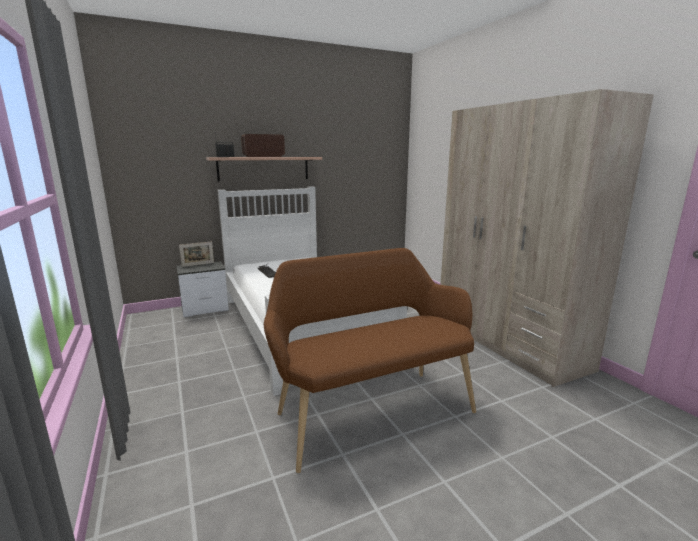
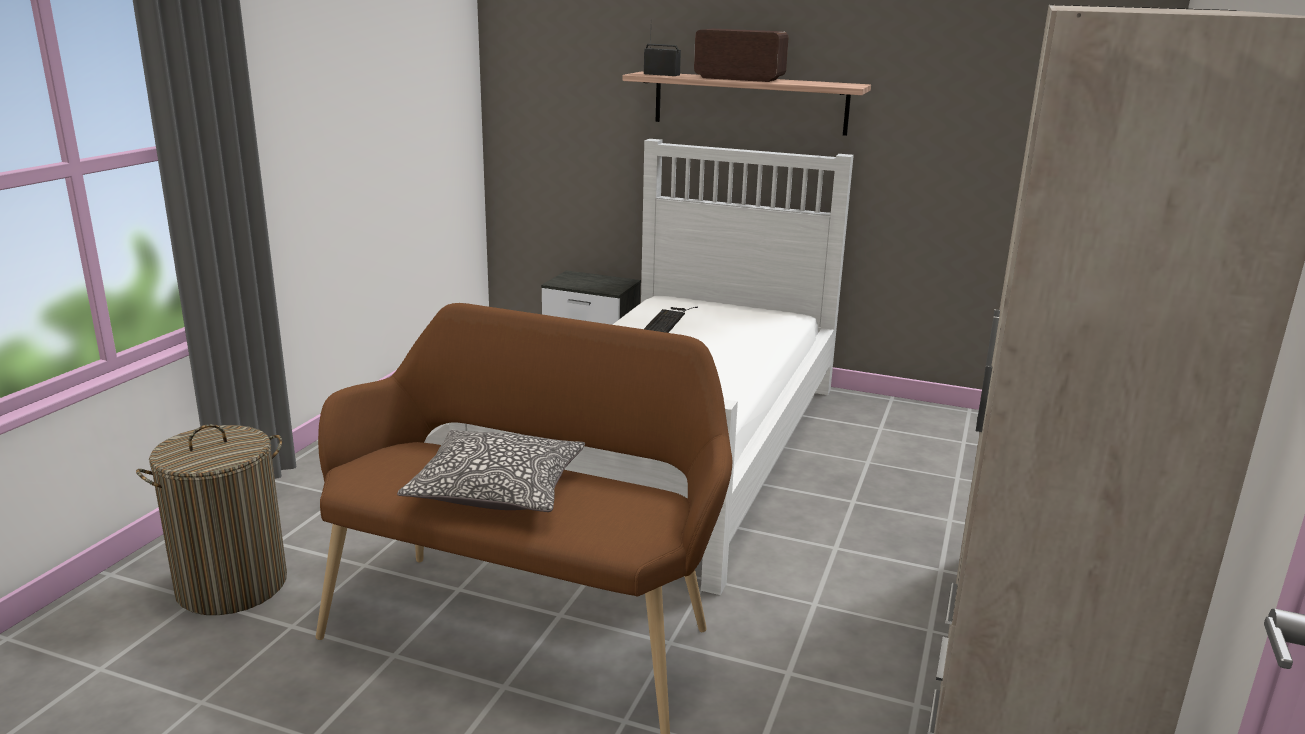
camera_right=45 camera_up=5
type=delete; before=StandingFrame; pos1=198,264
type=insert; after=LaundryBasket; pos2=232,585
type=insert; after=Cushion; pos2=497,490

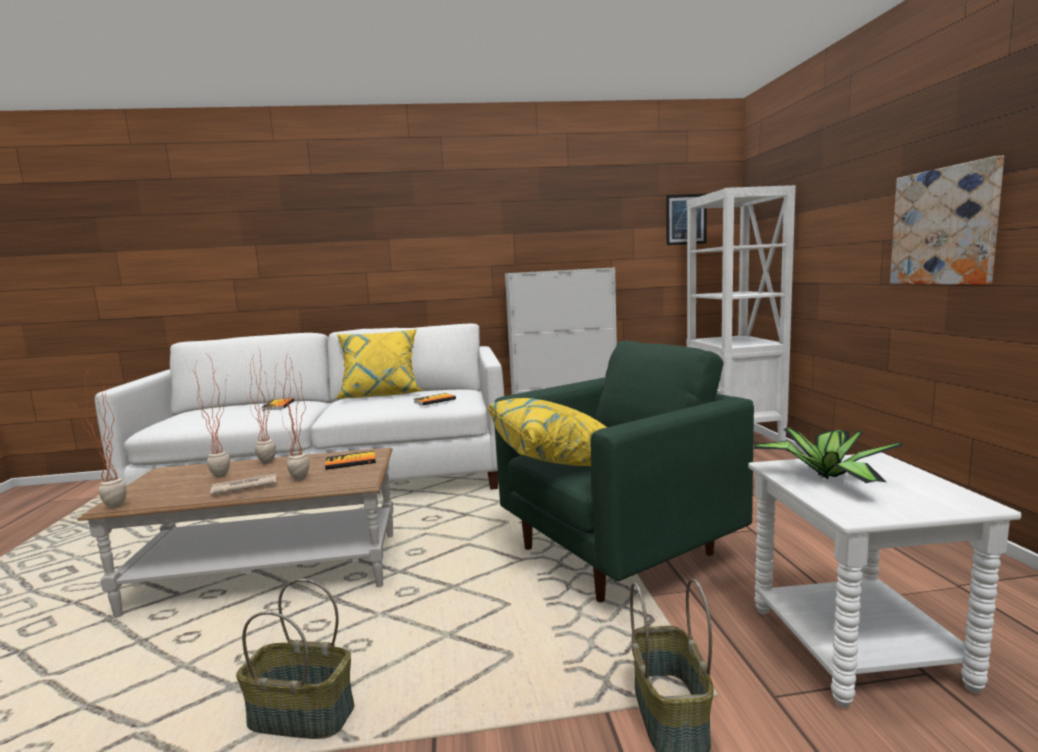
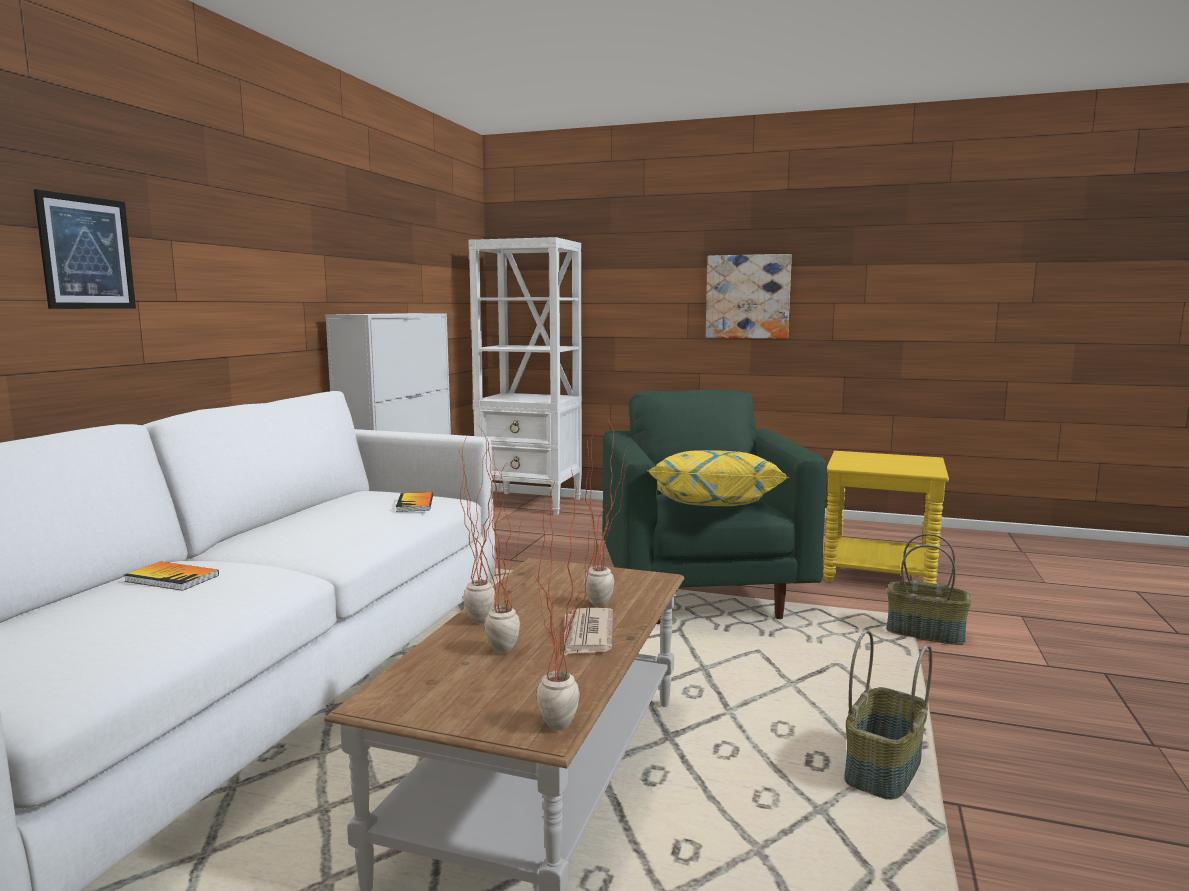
camera_right=-65 camera_up=0
type=move; before=WallArt; pos1=686,219; pos2=87,253
type=delete; before=YellowishCushion; pos1=381,394
type=delete; before=Houseplant; pos1=824,476
type=delete; before=BoundBook; pos1=350,462
type=recolor; before=WhitishAccentTable; after=YellowishAccentTable; pos1=858,647; pos2=879,573

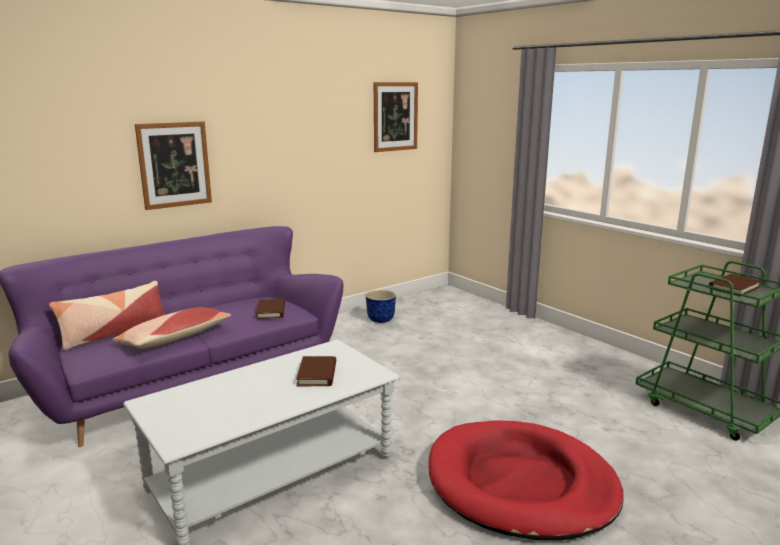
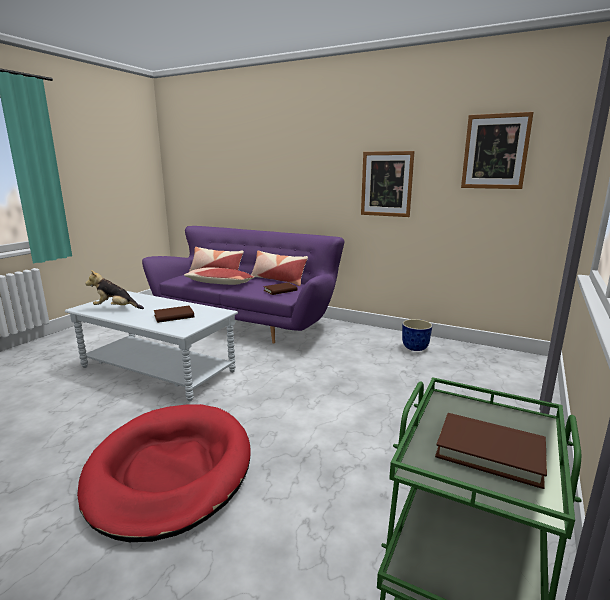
camera_right=65 camera_up=0
type=move; before=WallArt; pos1=174,165; pos2=386,184
type=insert; after=Cushion; pos2=278,280
type=insert; after=SoftToy; pos2=116,308

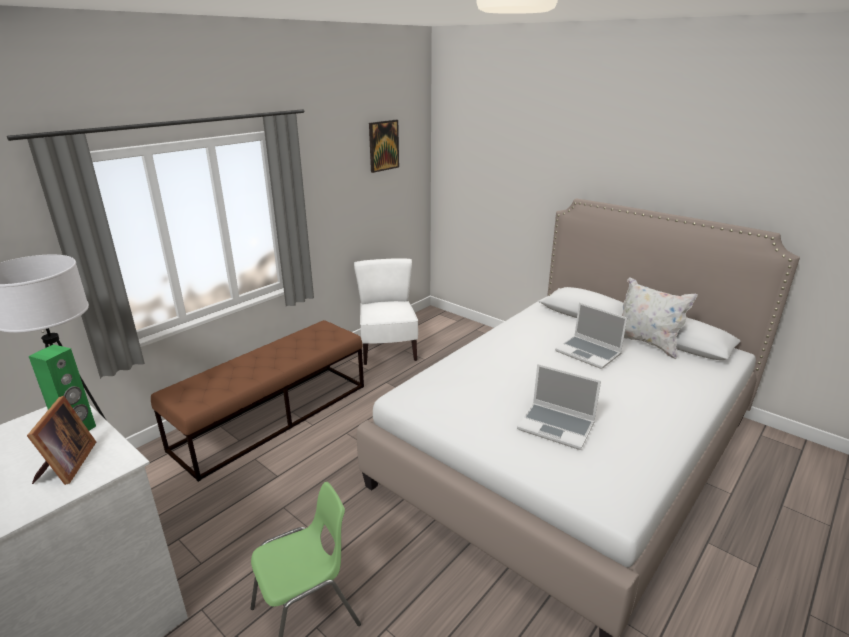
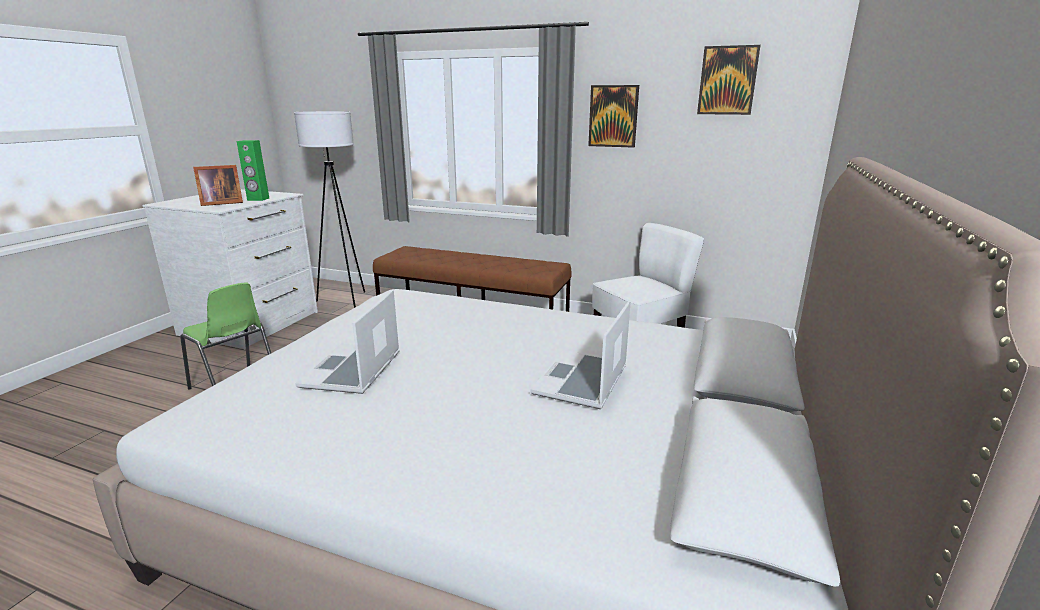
camera_right=70 camera_up=-5
type=delete; before=WhitishCushion; pos1=646,344
type=insert; after=WallArt; pos2=613,116

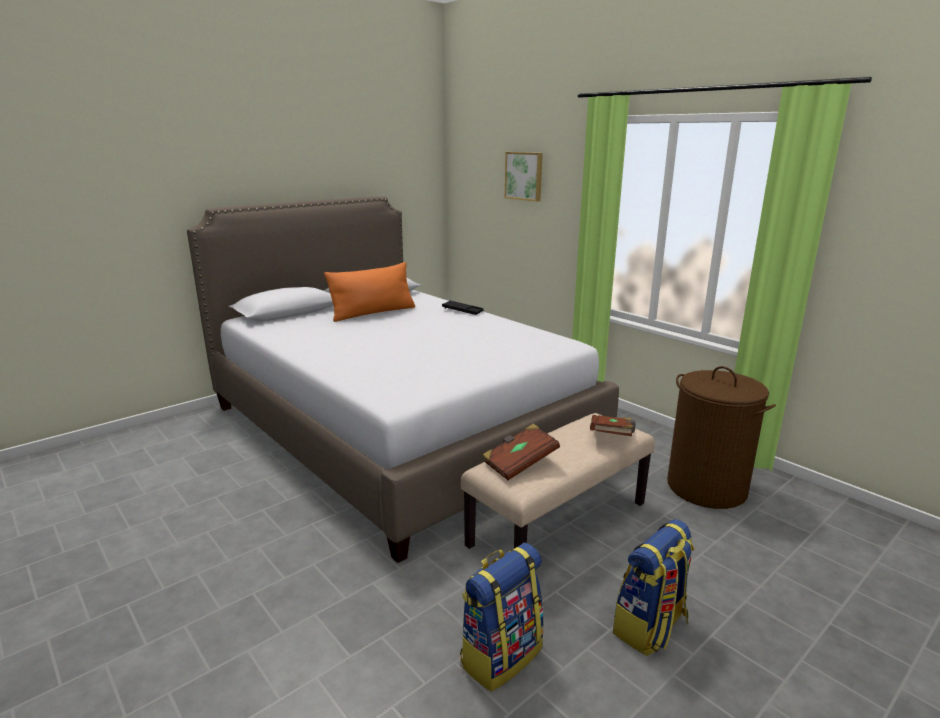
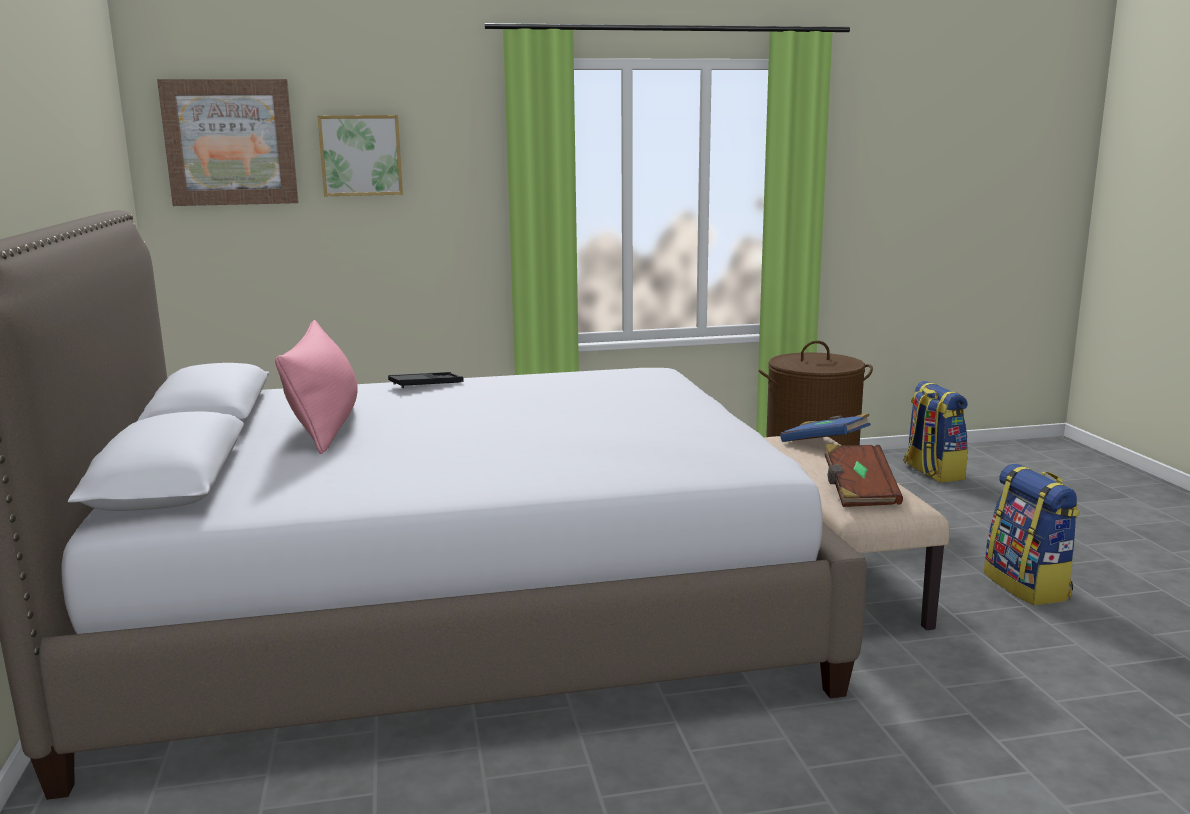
camera_right=-60 camera_up=-5
type=recolor; before=OrangeCushion; after=PinkColouredCushion; pos1=373,313; pos2=325,426
type=recolor; before=BrownBoundBook; after=BlueBoundBook; pos1=611,436; pos2=824,444
type=move; before=Backpack; pos1=500,655; pos2=932,472
type=insert; after=WallArt; pos2=230,142

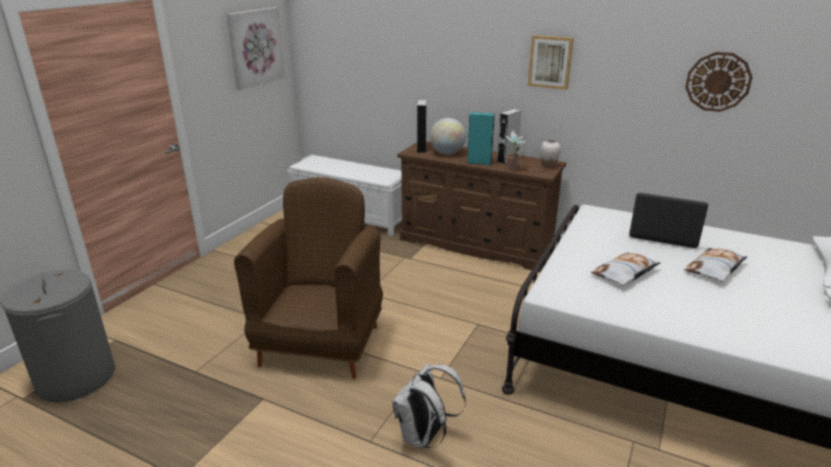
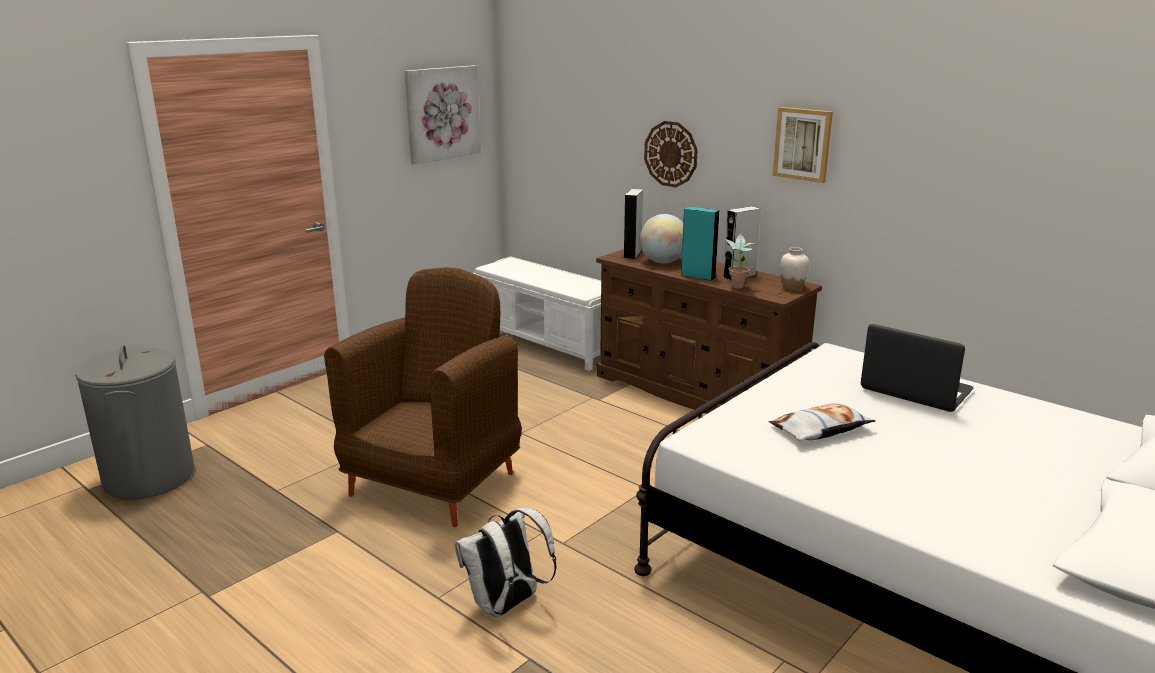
camera_right=15 camera_up=-5
type=move; before=ClockOnTheWall; pos1=718,82; pos2=671,154
type=delete; before=Cushion; pos1=715,269

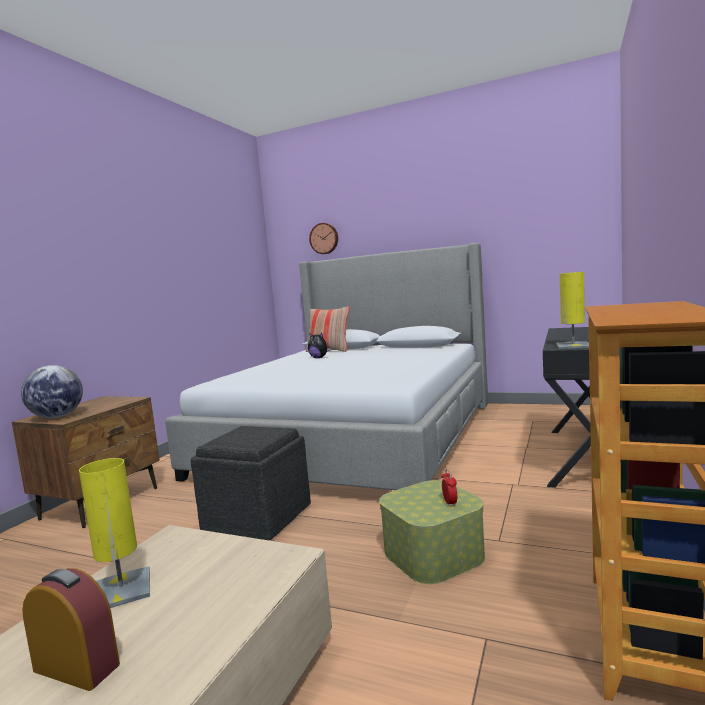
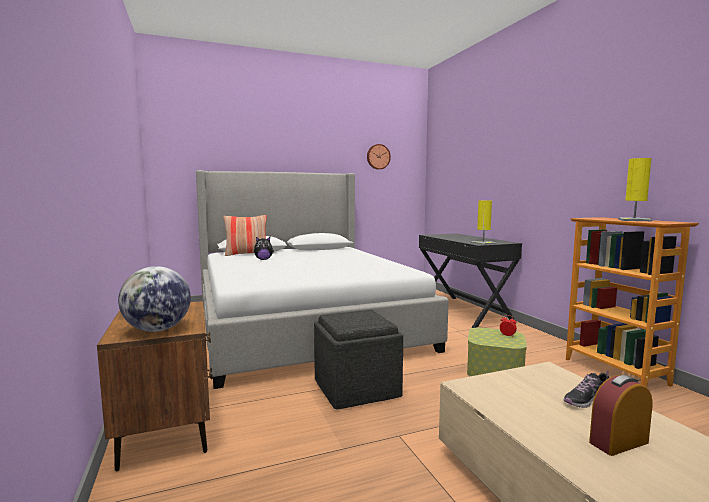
camera_right=-45 camera_up=0
type=move; before=ClockOnTheWall; pos1=324,238; pos2=378,156
type=move; before=YellowishLampForATable; pos1=121,590; pos2=634,220
type=insert; after=Shoe; pos2=586,400

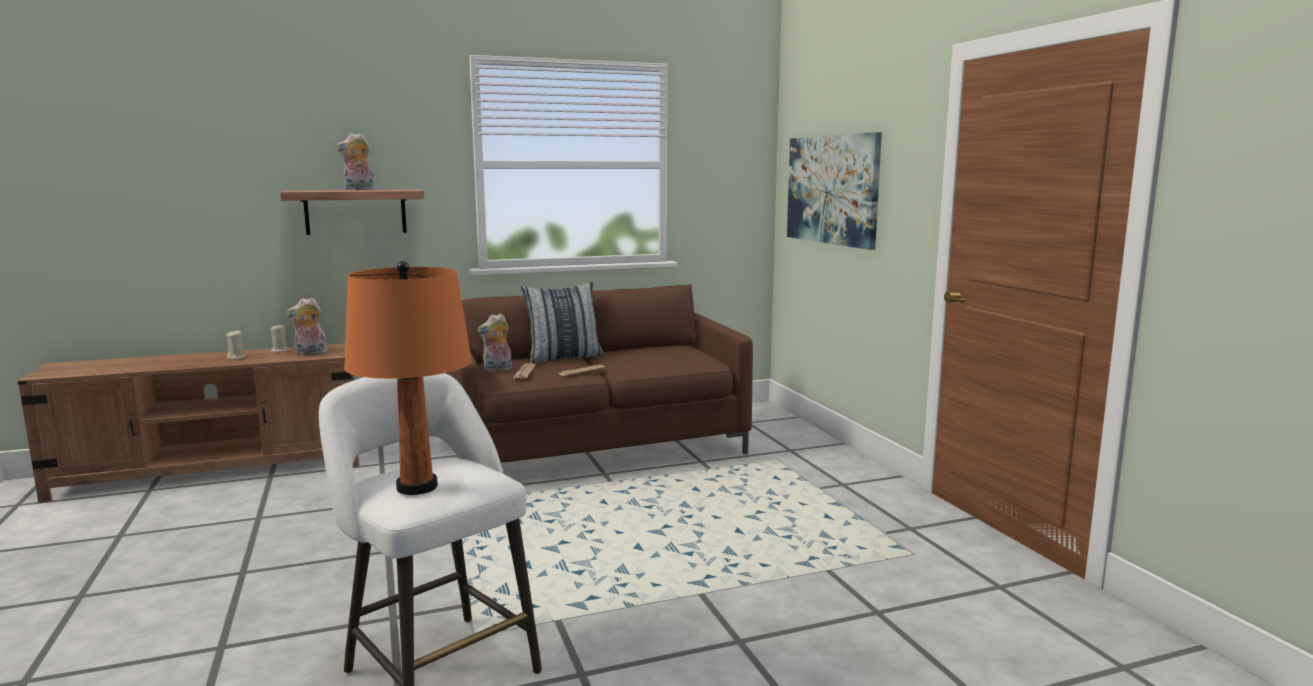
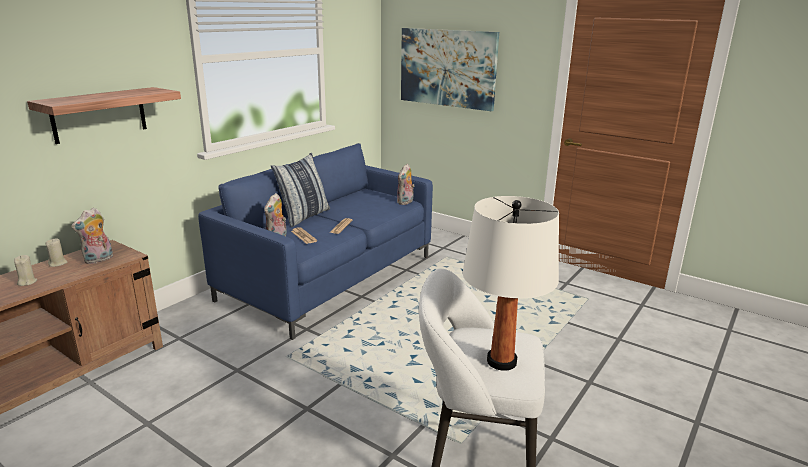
camera_right=-35 camera_up=10
type=move; before=SoftToy; pos1=359,190; pos2=405,202
type=recolor; before=OrangeLampForATable; after=WhitishLampForATable; pos1=416,487; pos2=501,362
type=recolor; before=BrownCouch; after=BlueCouch; pos1=596,450; pos2=329,279

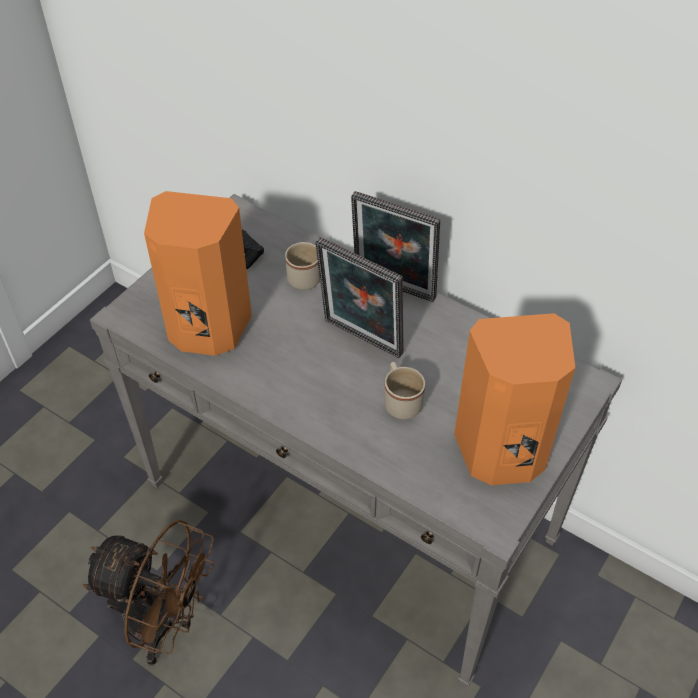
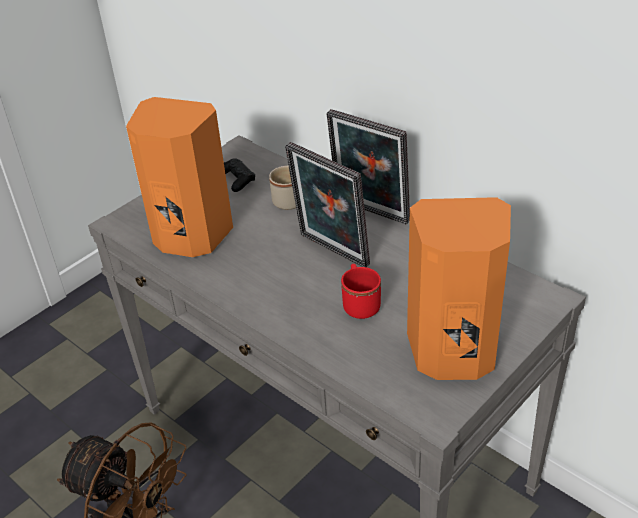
camera_right=10 camera_up=-10
type=recolor; before=SandColouredTeaMug; after=RedColouredTeaMug; pos1=401,401; pos2=360,303

